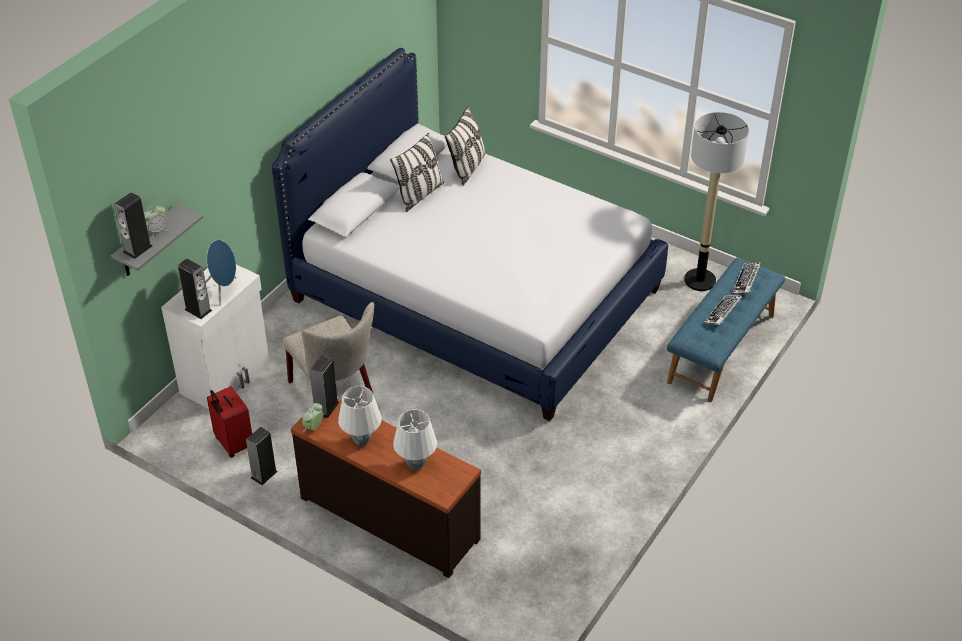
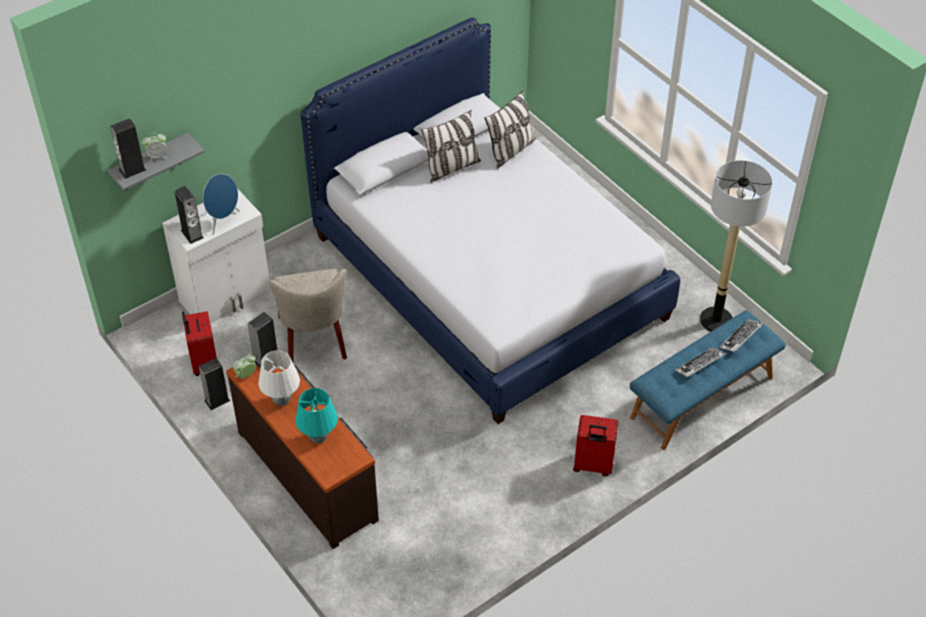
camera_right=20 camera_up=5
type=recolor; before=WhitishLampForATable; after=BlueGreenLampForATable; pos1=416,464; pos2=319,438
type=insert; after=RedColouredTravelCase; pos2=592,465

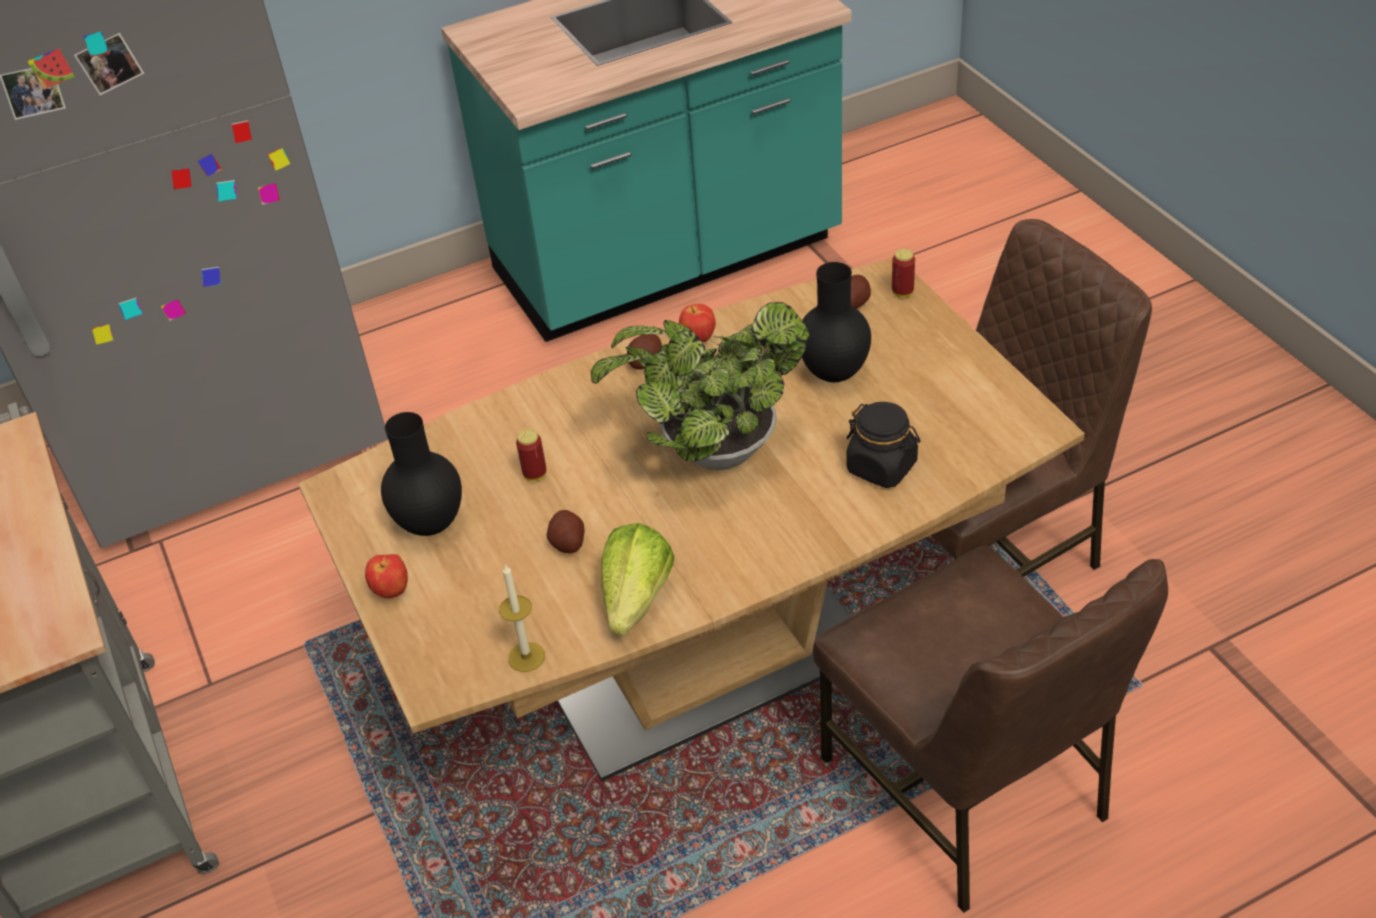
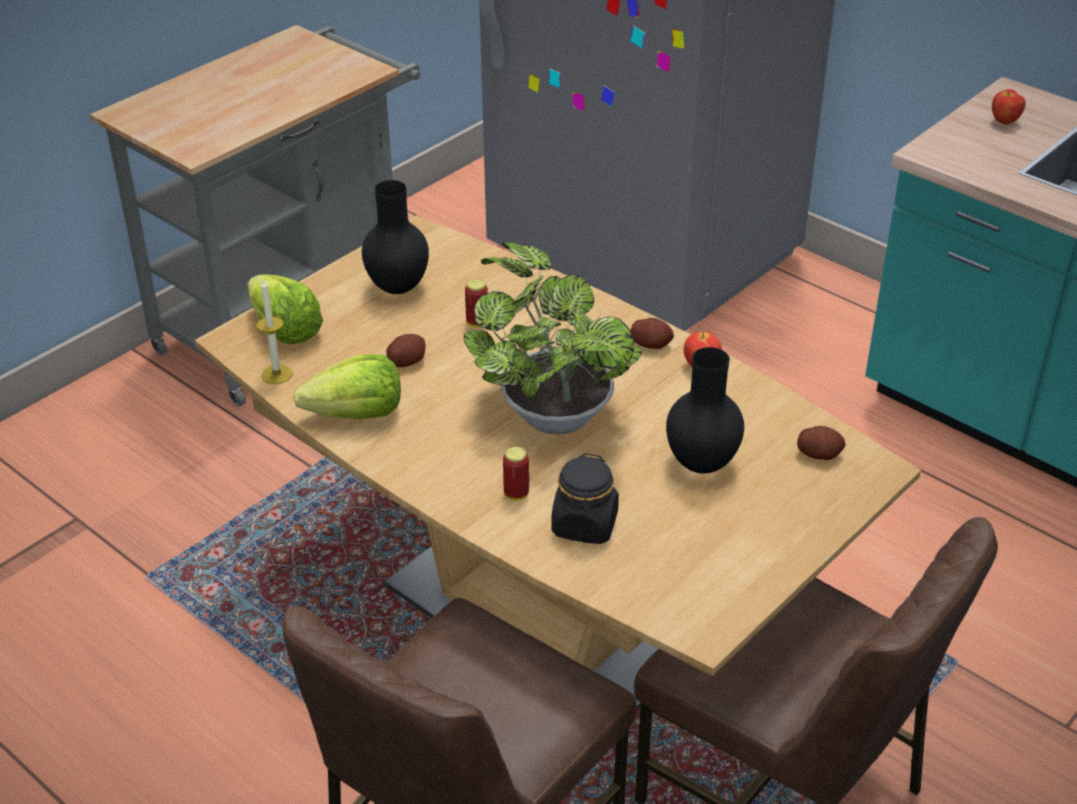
camera_right=65 camera_up=-5
type=move; before=SealedCan; pos1=902,292; pos2=516,494
type=move; before=Apple; pos1=392,591; pos2=1004,122
type=insert; after=Lettuce; pos2=284,330

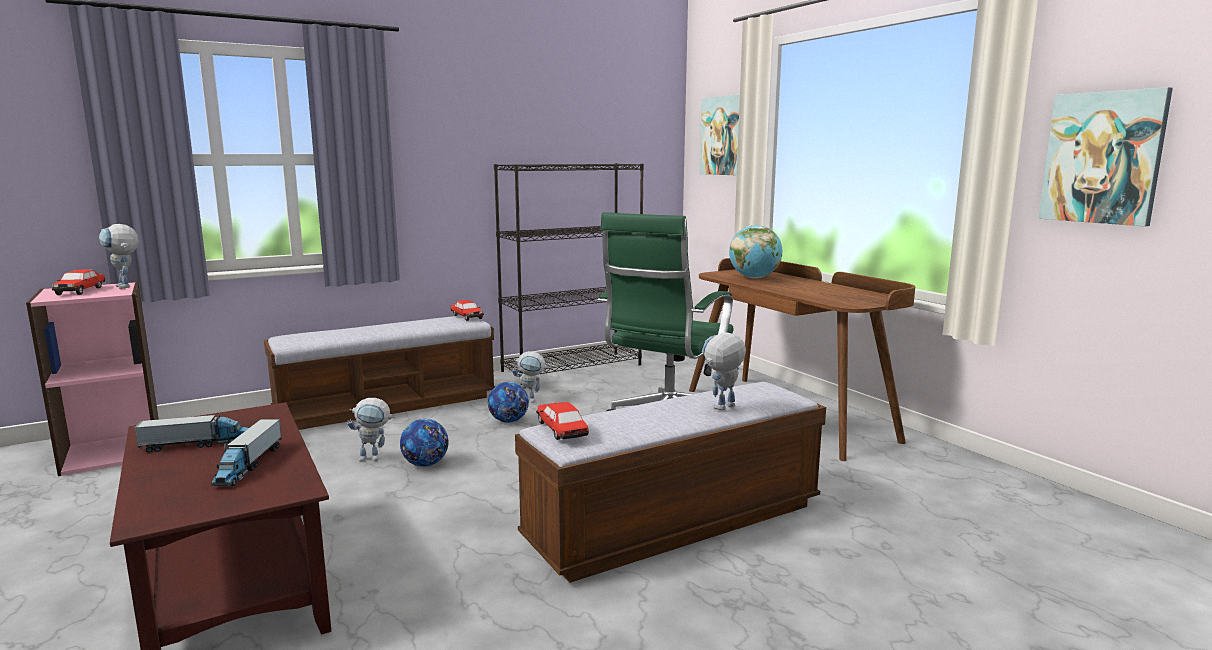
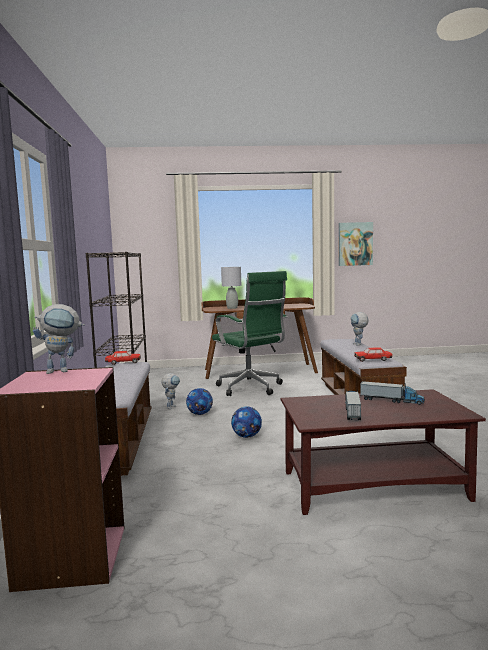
camera_right=-65 camera_up=-5
type=delete; before=WallArt; pos1=723,136
type=replace; before=Globe; after=GreyishLampForATable; pos1=754,278; pos2=232,308
type=delete; before=ToyCar; pos1=81,291
type=delete; before=ModelRobot; pos1=375,458

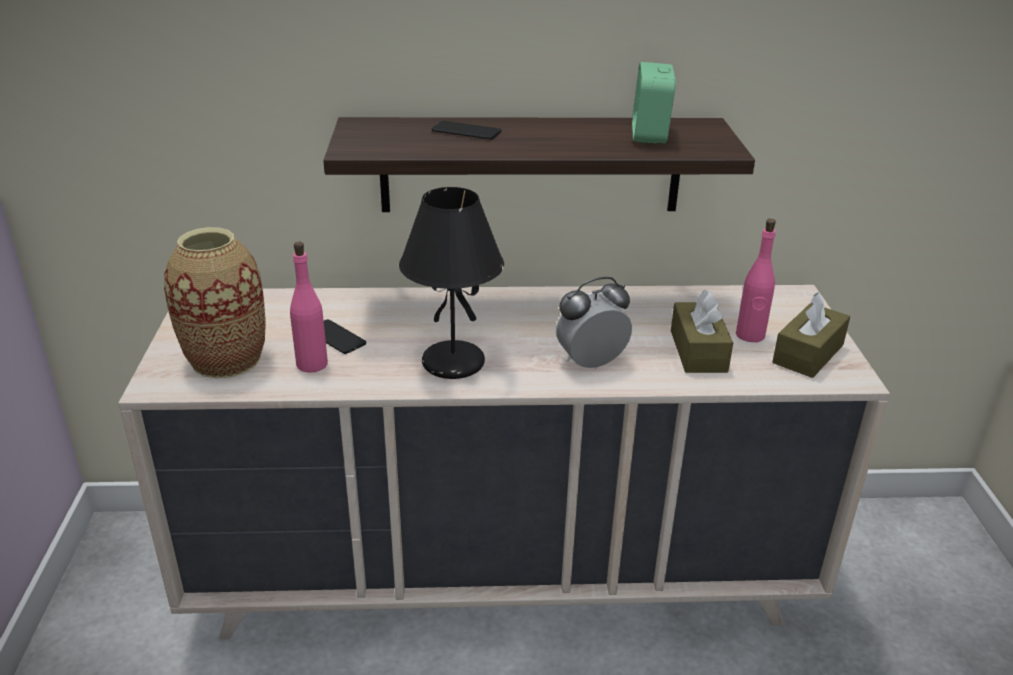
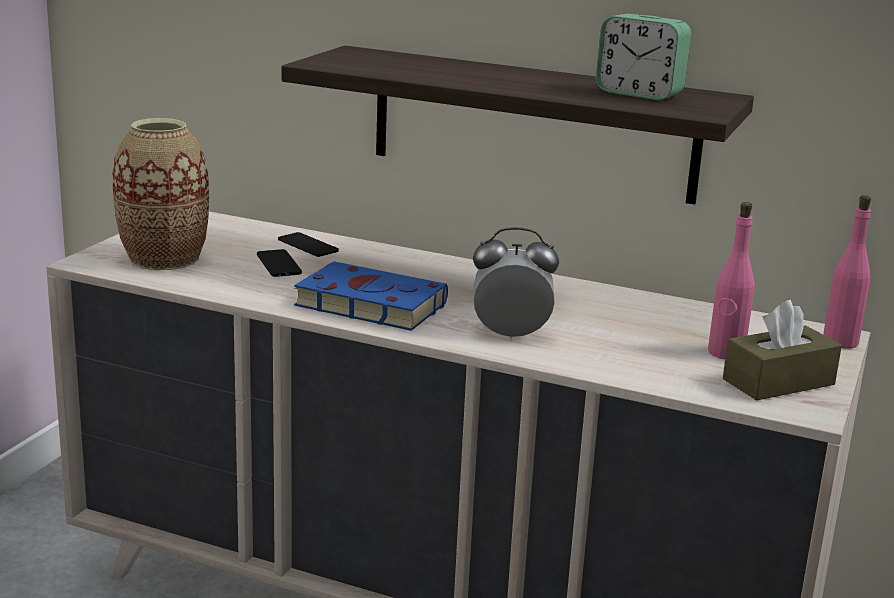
camera_right=25 camera_up=-10
type=rotate; before=TableClock; pos1=649,134; pos2=639,93; turn=-90
type=move; before=Handset; pos1=466,131; pos2=308,245
type=replace; before=BlackLampForATable; after=BlueBoundBook; pos1=452,364; pos2=366,304
type=move; before=PinkColouredDrinkBottle; pos1=312,364; pos2=840,341
type=delete; before=BrownTissueHolder; pos1=698,351

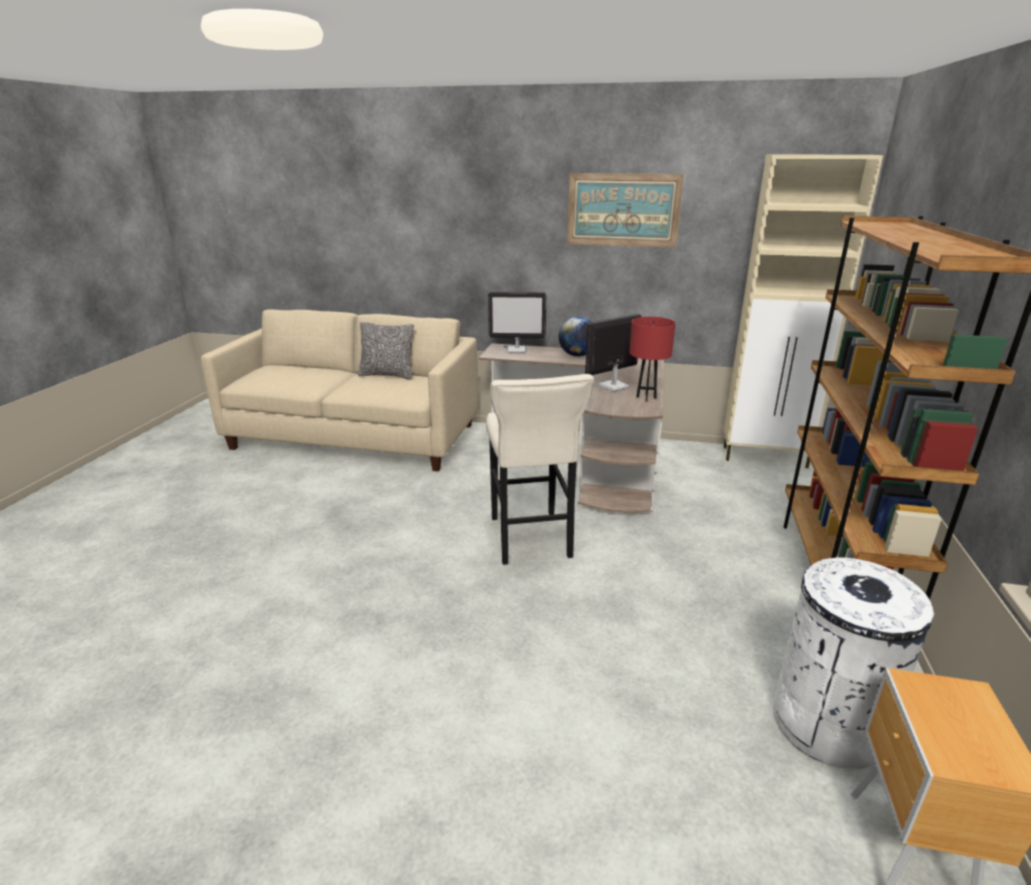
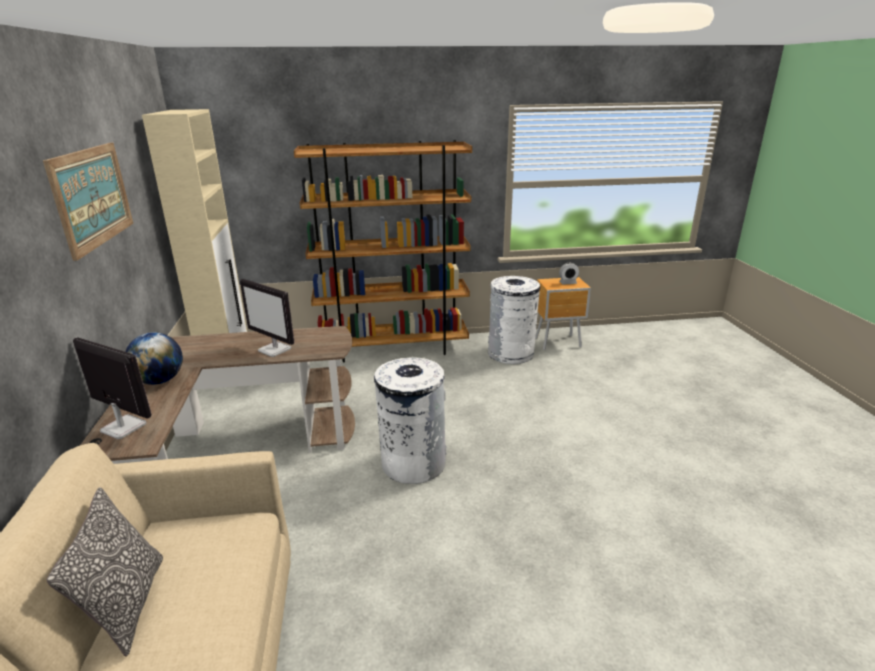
camera_right=-110 camera_up=0
type=rotate; before=ComputerScreen; pos1=517,350; pos2=123,427; turn=-45
type=delete; before=RedColouredLampForATable; pos1=646,397
type=replace; before=SandColouredStool; after=WhitishRubbishBin; pos1=530,540; pos2=413,463
type=insert; after=TableClock; pos2=568,283

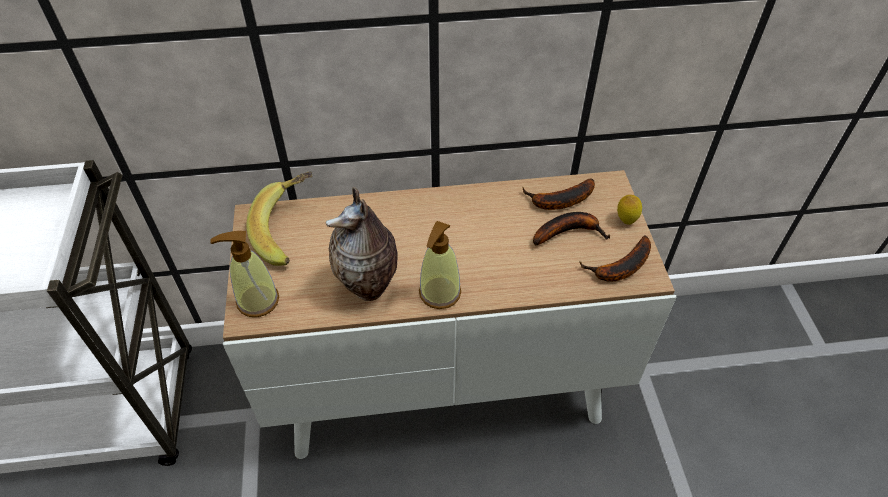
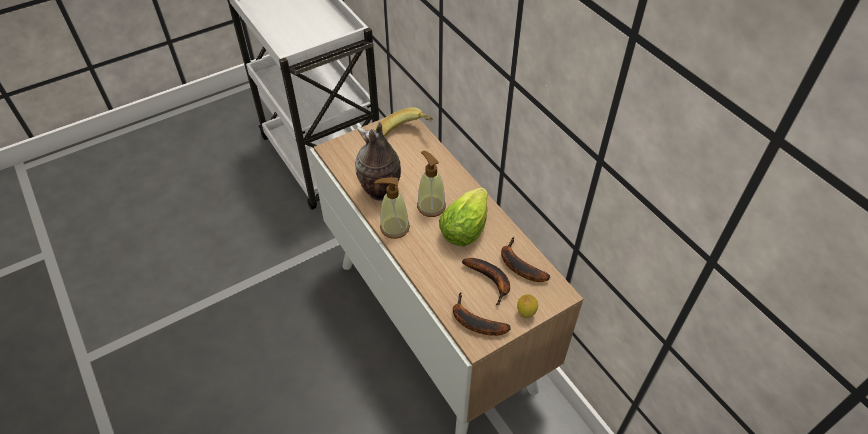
camera_right=65 camera_up=0
type=move; before=LiquidSoapBottle; pos1=257,300; pos2=431,206
type=insert; after=Lettuce; pos2=466,227

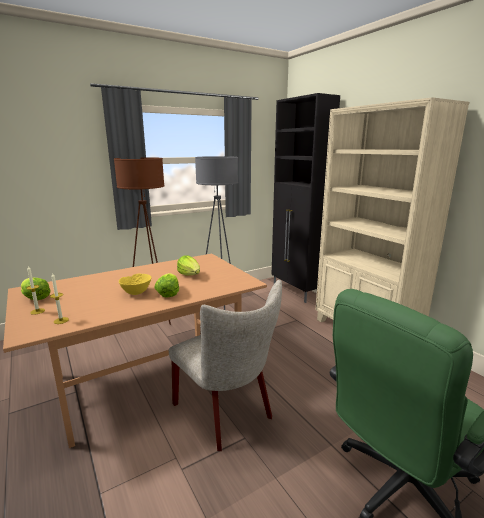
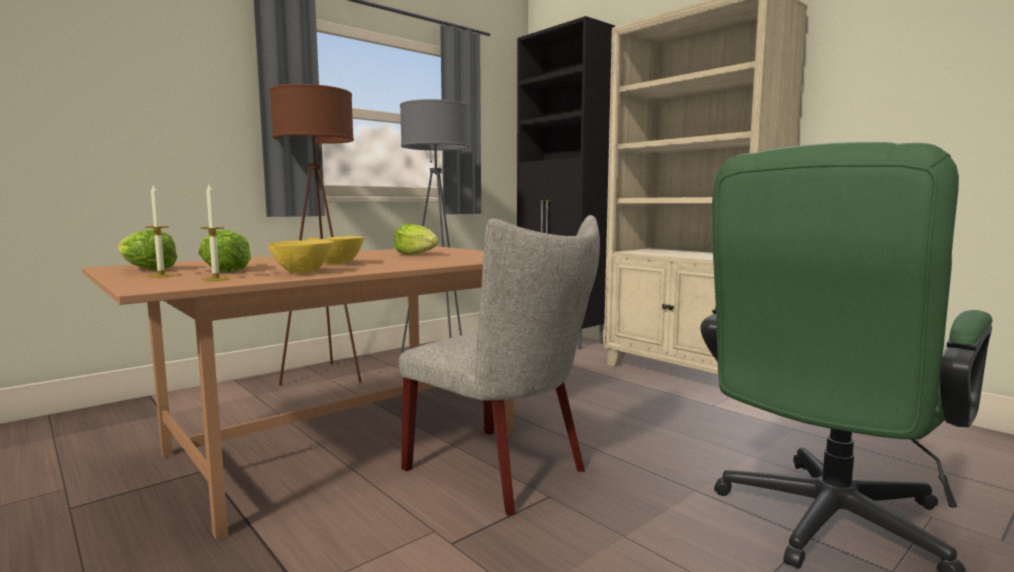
camera_right=-10 camera_up=-10
type=move; before=Lettuce; pos1=168,293; pos2=229,270
type=insert; after=YellowishDeepDish; pos2=301,272

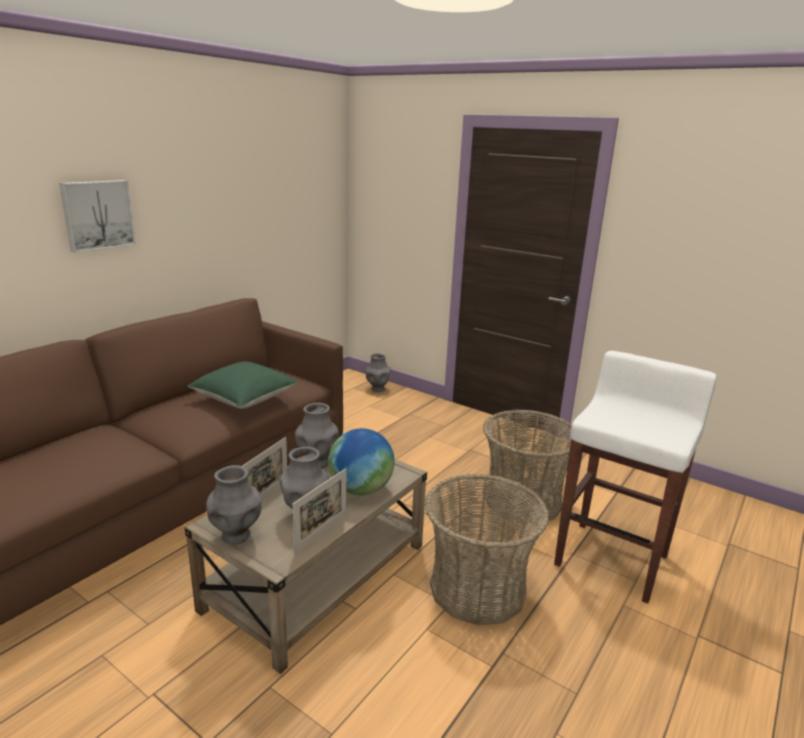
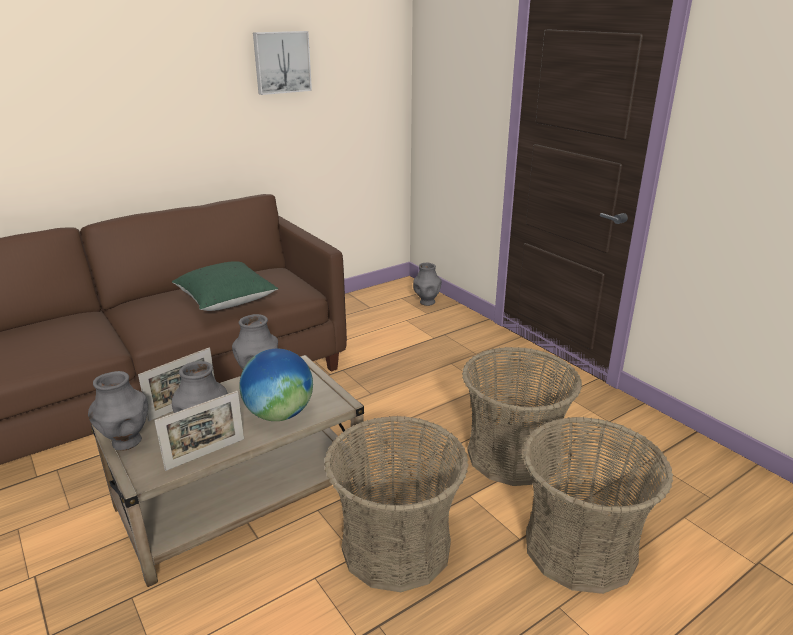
camera_right=20 camera_up=5
type=move; before=WallArt; pos1=97,215; pos2=281,62
type=replace; before=WhitishStool; after=StorageBasket; pos1=612,559; pos2=580,548

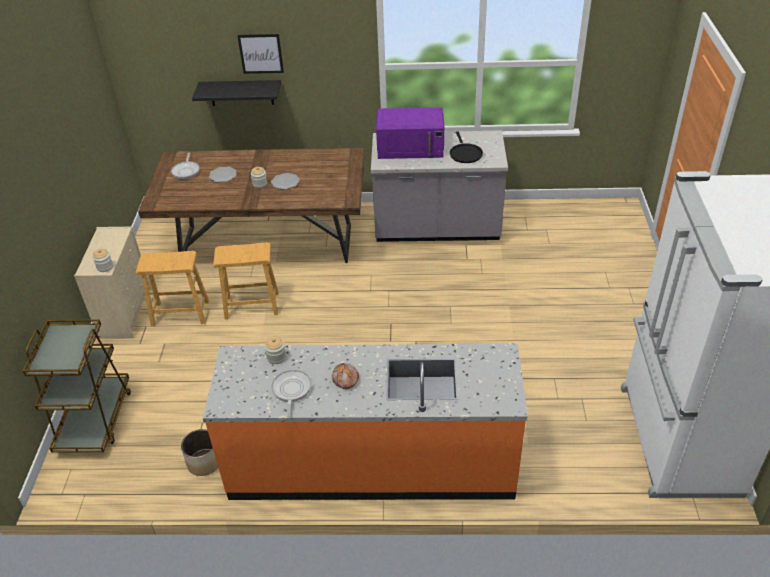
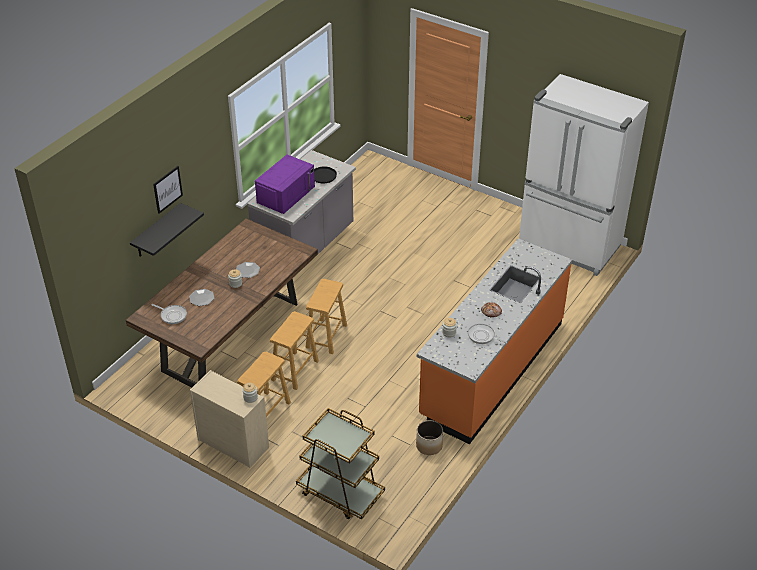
camera_right=-60 camera_up=0
type=insert; after=BrownStool; pos2=326,336

